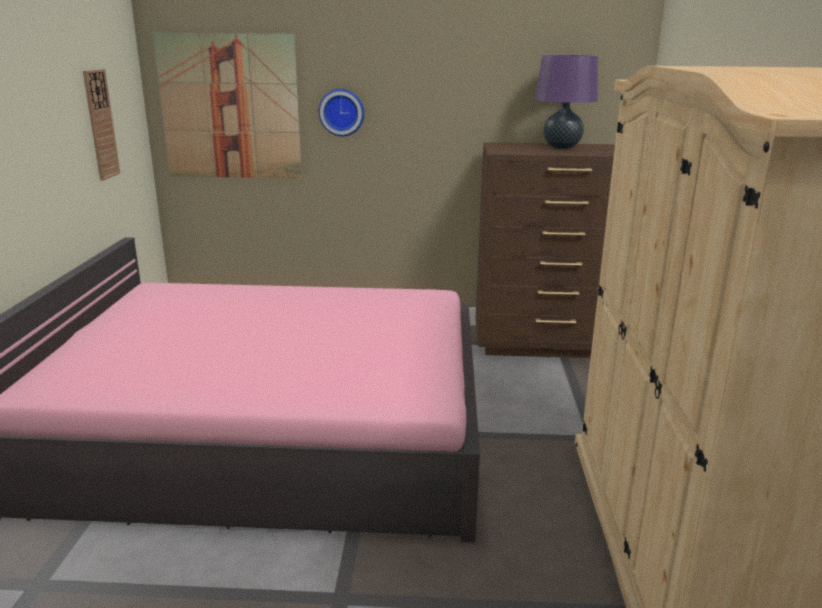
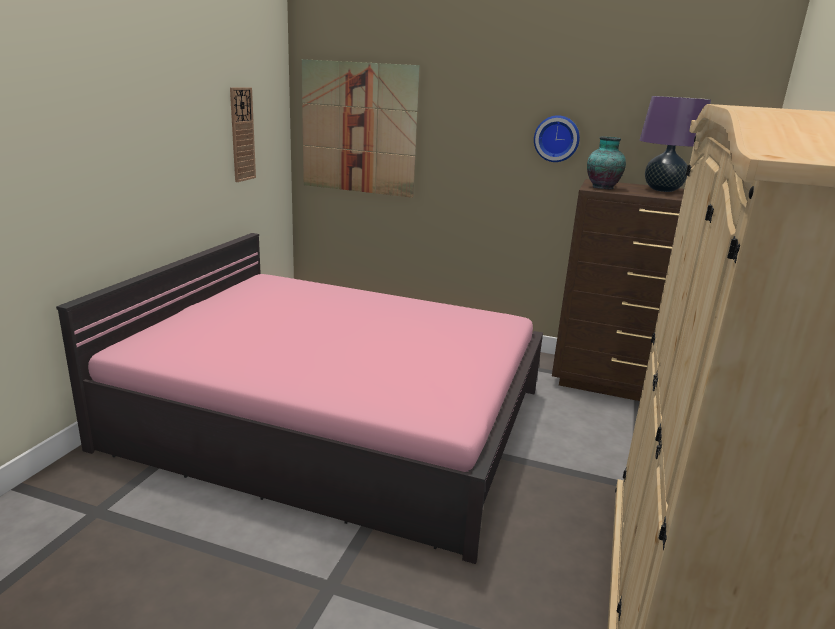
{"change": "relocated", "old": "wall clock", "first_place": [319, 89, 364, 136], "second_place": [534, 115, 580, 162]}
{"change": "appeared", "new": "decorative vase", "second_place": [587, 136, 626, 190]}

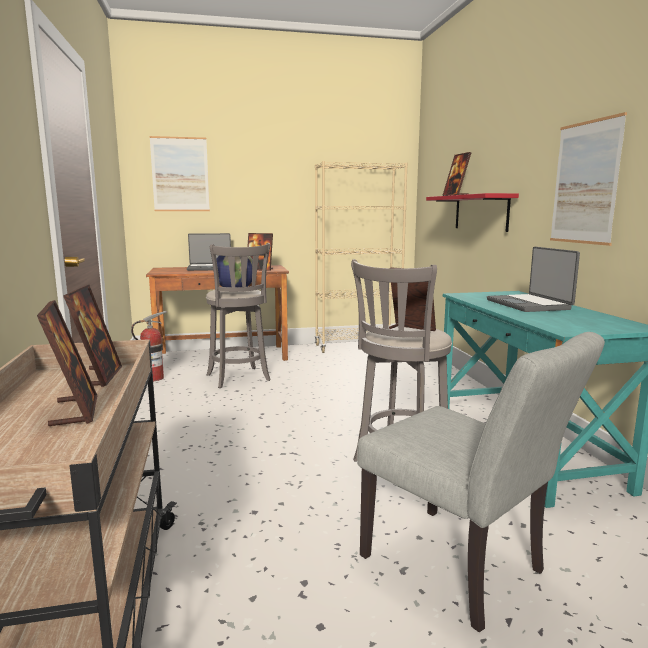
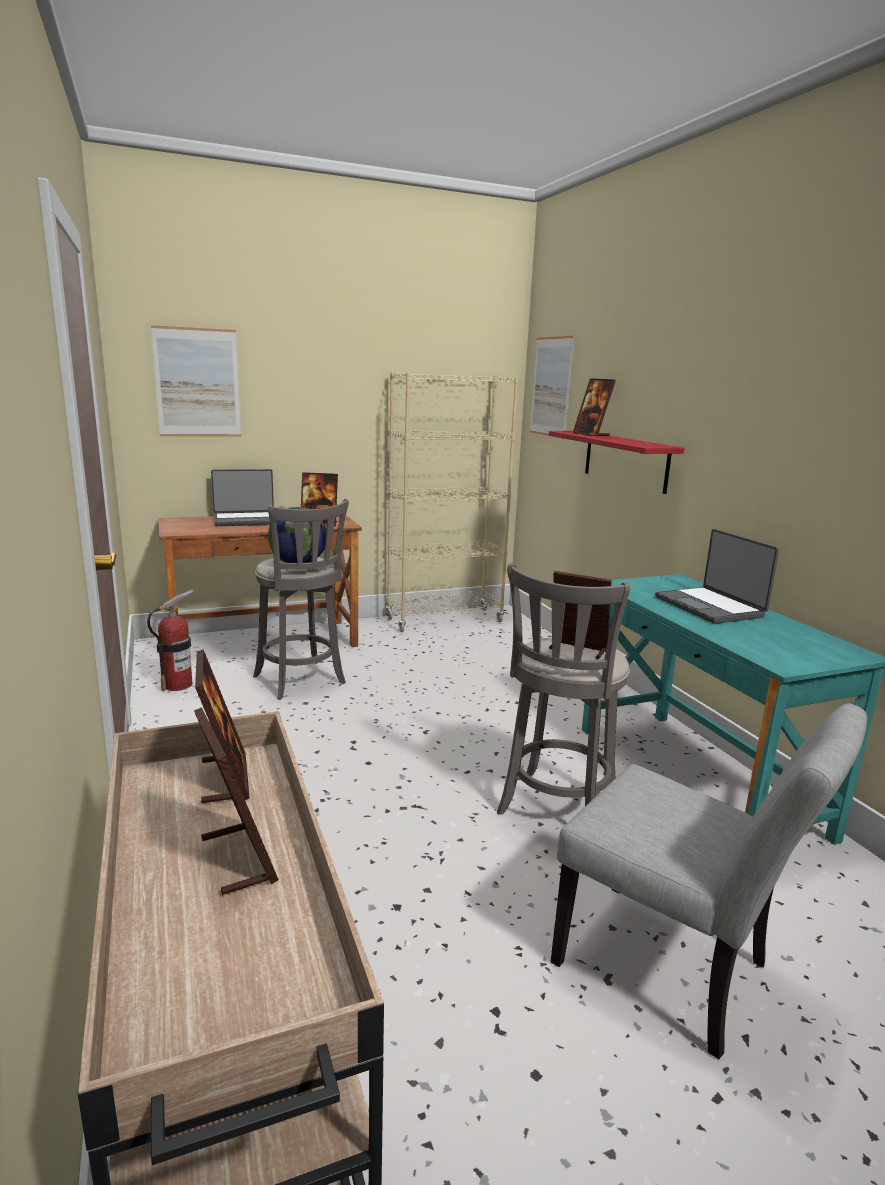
{"change": "relocated", "old": "wall picture", "first_place": [550, 112, 627, 246], "second_place": [530, 336, 575, 438]}

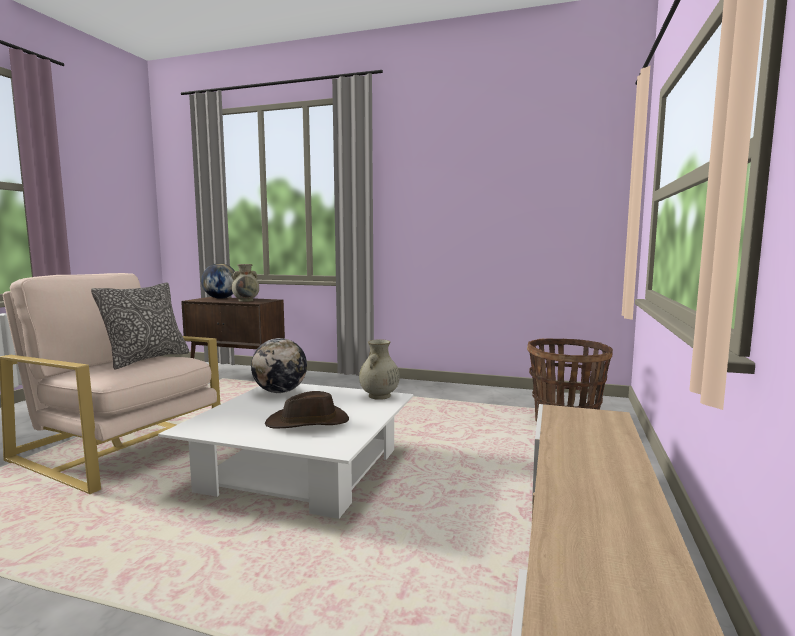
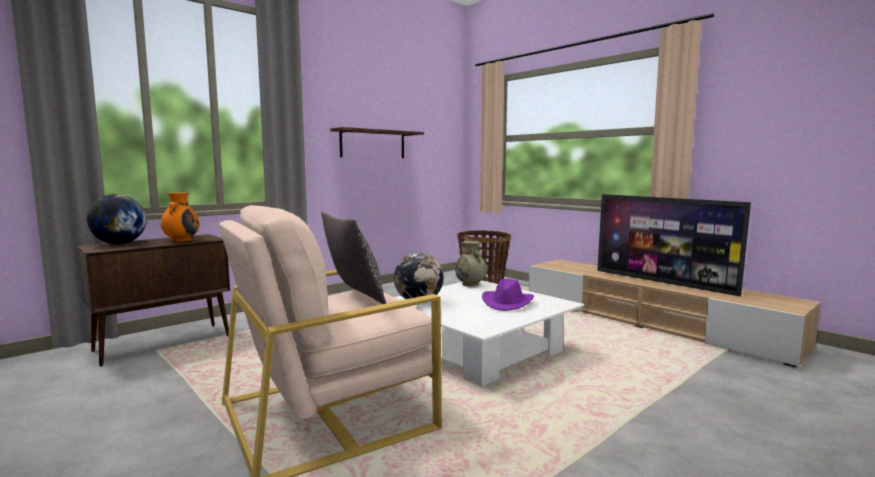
{"change": "colour", "old": "decorative vase in sand-coloured", "new": "decorative vase in orange-coloured", "first_place": [232, 264, 259, 302], "second_place": [161, 193, 199, 242]}
{"change": "appeared", "new": "shelf", "second_place": [330, 127, 424, 158]}
{"change": "colour", "old": "wearable hat in brown", "new": "wearable hat in purple-coloured", "first_place": [265, 391, 349, 428], "second_place": [482, 279, 534, 311]}
{"change": "appeared", "new": "television", "second_place": [597, 194, 751, 297]}

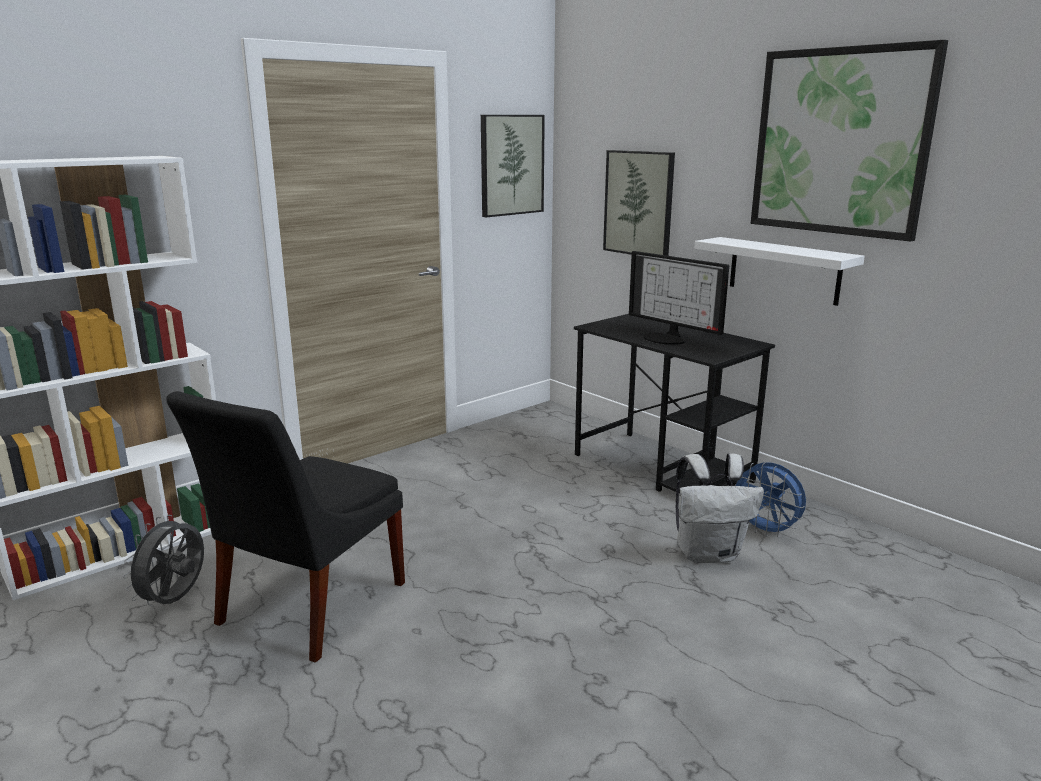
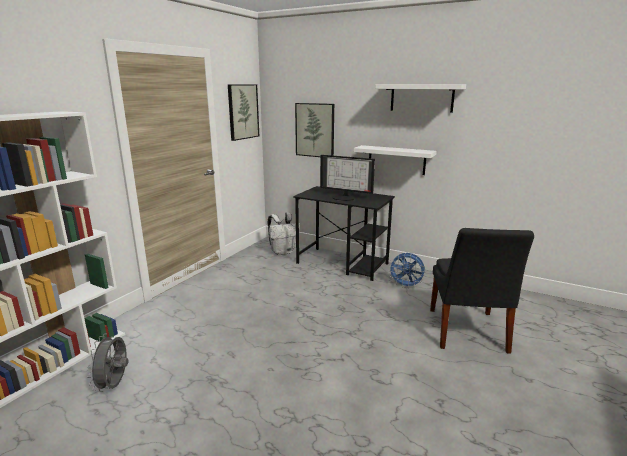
{"change": "relocated", "old": "backpack in whitish", "first_place": [676, 453, 764, 563], "second_place": [268, 212, 300, 255]}
{"change": "exchanged", "old": "wall picture", "new": "shelf in whitish", "first_place": [751, 40, 948, 242], "second_place": [375, 84, 466, 113]}
{"change": "relocated", "old": "upright chair in black-coloured", "first_place": [166, 391, 405, 662], "second_place": [430, 228, 534, 354]}

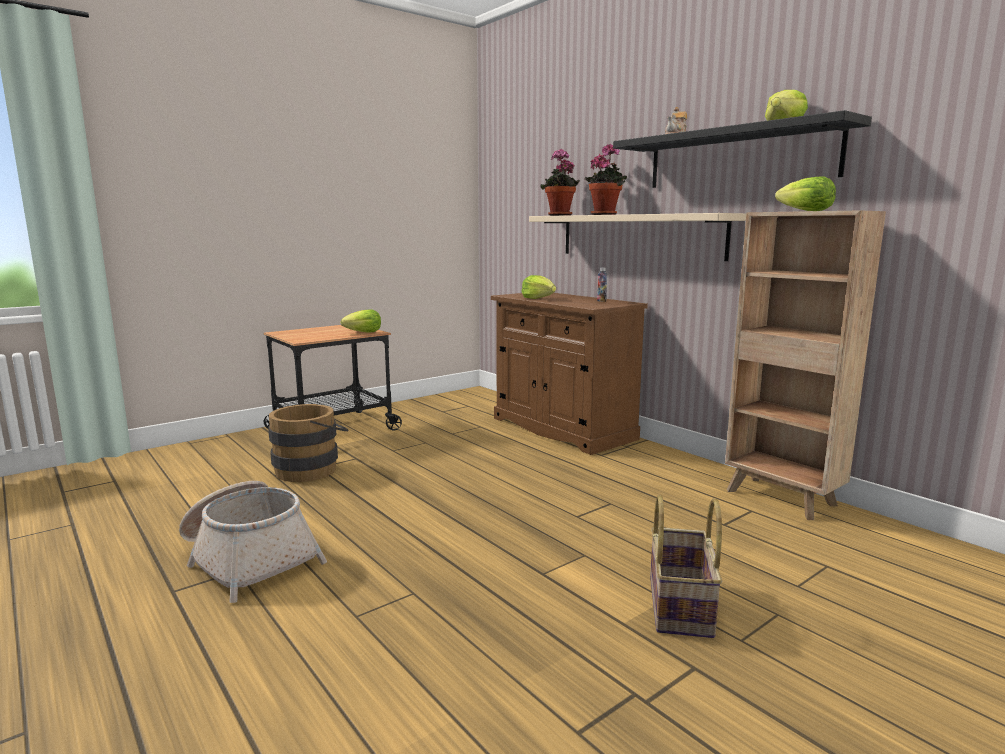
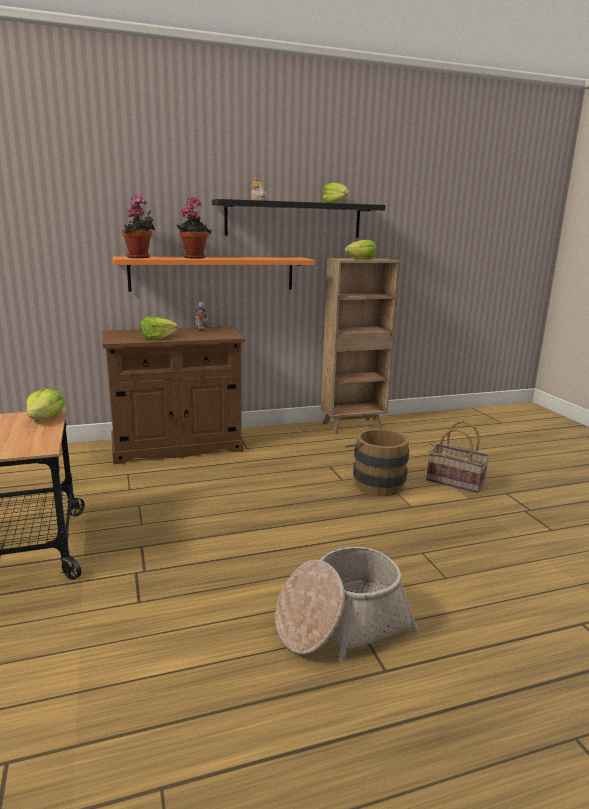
{"change": "colour", "old": "shelf in sand-coloured", "new": "shelf in orange-coloured", "first_place": [529, 213, 746, 261], "second_place": [113, 256, 315, 292]}
{"change": "relocated", "old": "bucket in brown", "first_place": [268, 404, 349, 482], "second_place": [345, 429, 409, 496]}

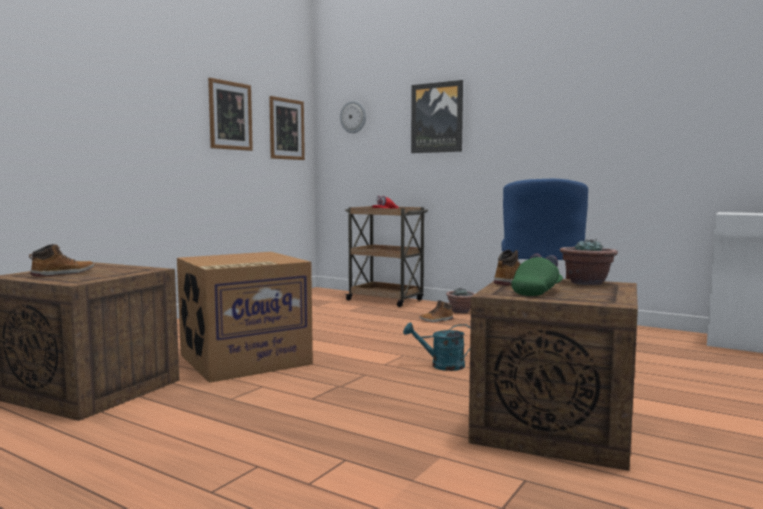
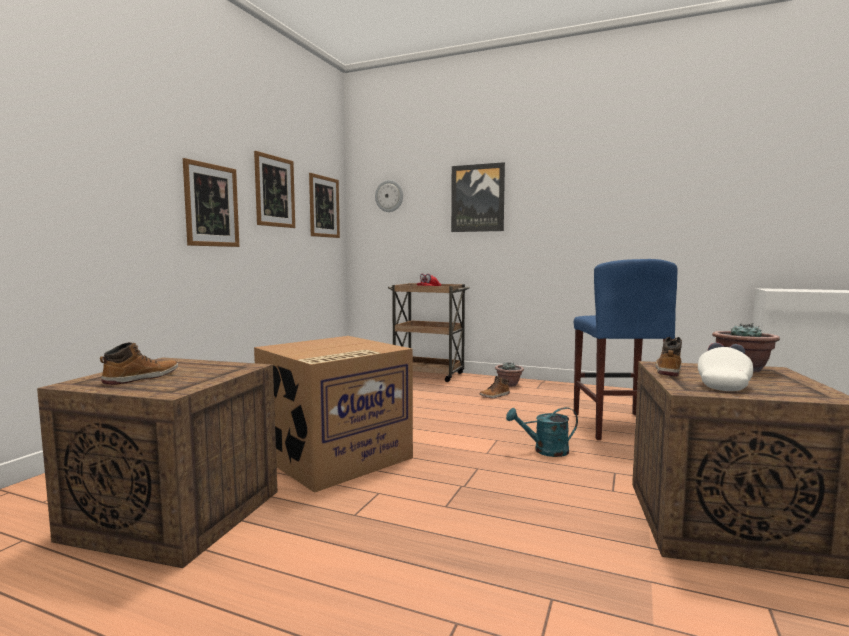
{"change": "appeared", "new": "wall picture", "second_place": [183, 158, 239, 247]}
{"change": "colour", "old": "cap in greenish", "new": "cap in whitish", "first_place": [511, 254, 563, 296], "second_place": [698, 343, 753, 391]}

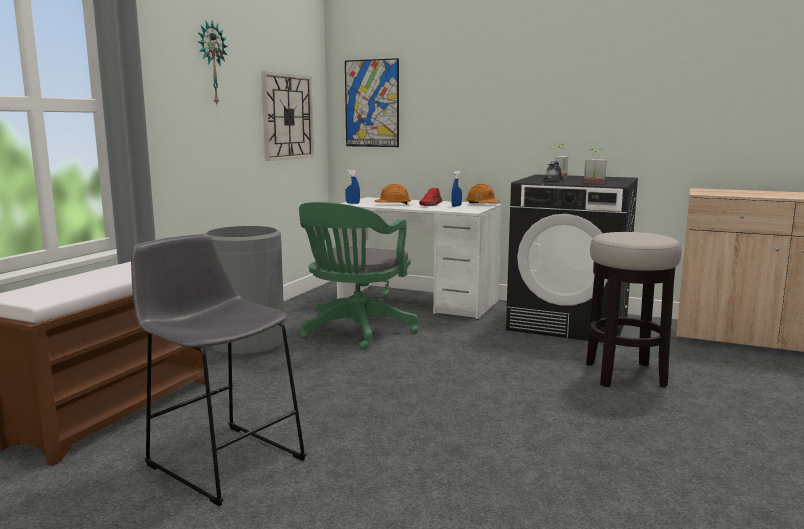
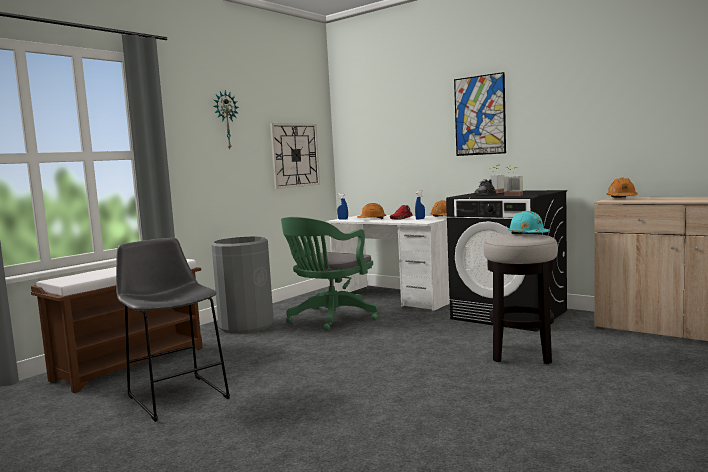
{"change": "relocated", "old": "wall picture", "first_place": [345, 58, 399, 147], "second_place": [454, 72, 506, 156]}
{"change": "appeared", "new": "safety helmet in blue-green", "second_place": [508, 211, 550, 234]}
{"change": "appeared", "new": "safety helmet in orange-coloured", "second_place": [606, 177, 637, 198]}

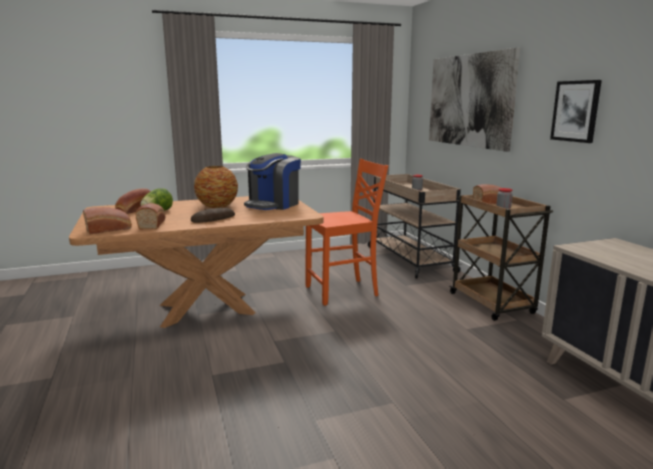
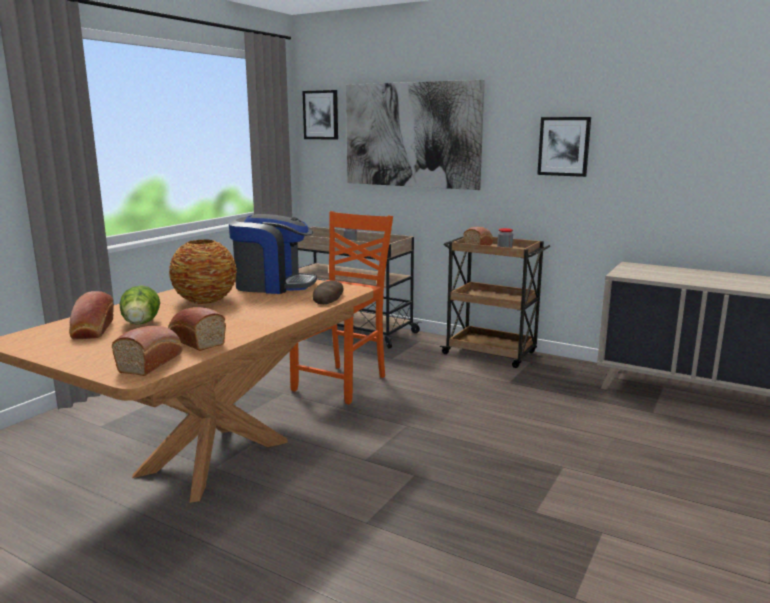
{"change": "spun", "old": "coffee brewer", "first_place": [244, 153, 301, 210], "second_place": [229, 214, 317, 294], "degrees": -75}
{"change": "appeared", "new": "wall picture", "second_place": [302, 90, 338, 140]}
{"change": "relocated", "old": "bakery bread", "first_place": [191, 208, 235, 223], "second_place": [312, 280, 344, 304]}

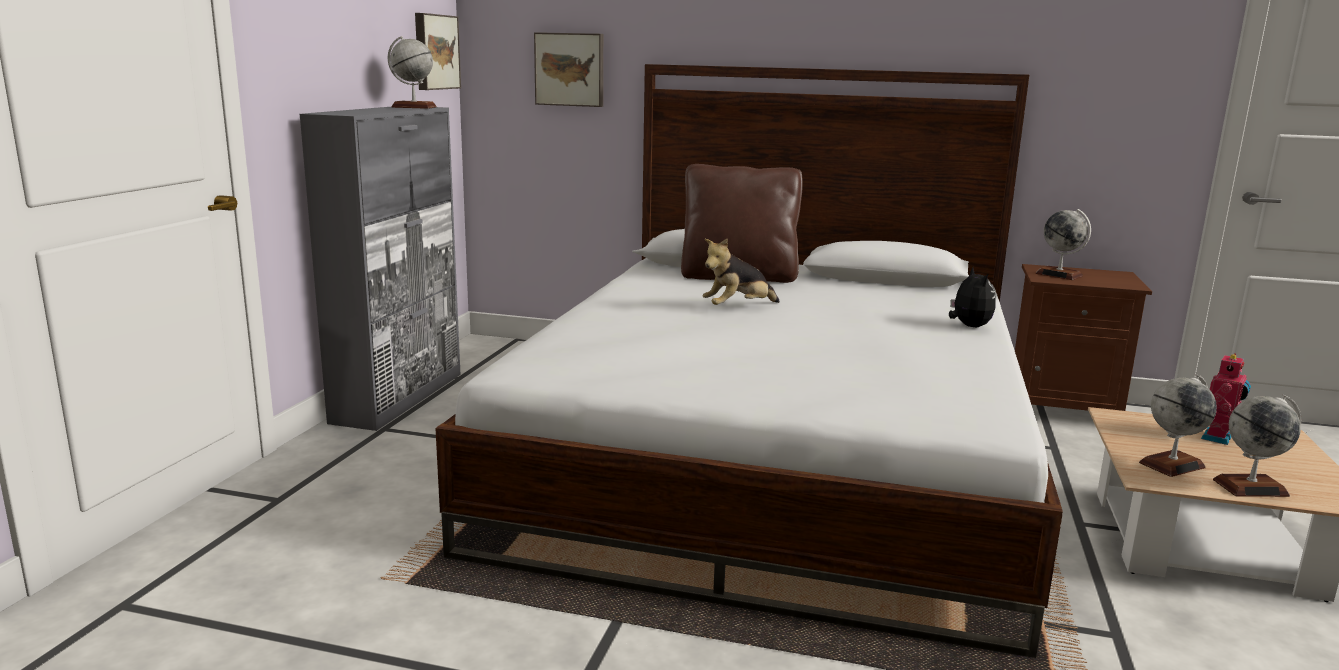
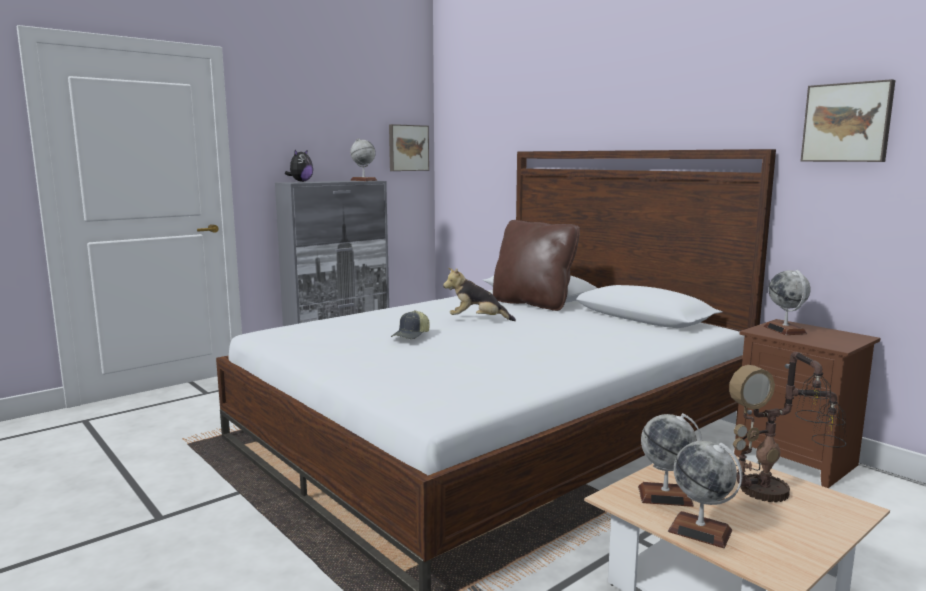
{"change": "relocated", "old": "soft toy", "first_place": [949, 267, 996, 327], "second_place": [285, 149, 313, 182]}
{"change": "appeared", "new": "cap", "second_place": [391, 310, 429, 339]}
{"change": "exchanged", "old": "robot figure", "new": "tabletop lamp", "first_place": [1201, 353, 1251, 445], "second_place": [718, 352, 846, 502]}
{"change": "relocated", "old": "wall picture", "first_place": [534, 32, 603, 107], "second_place": [801, 79, 895, 162]}

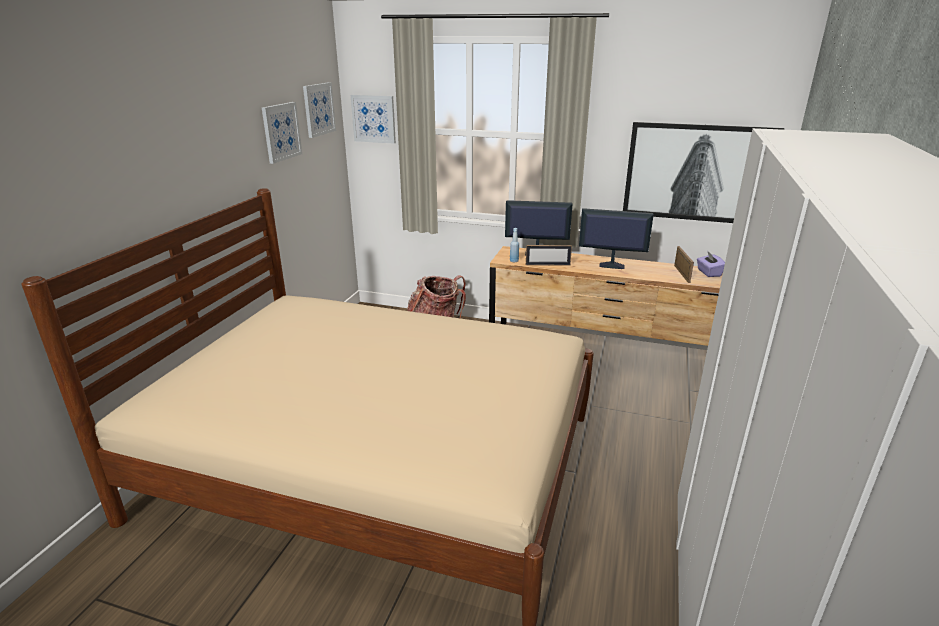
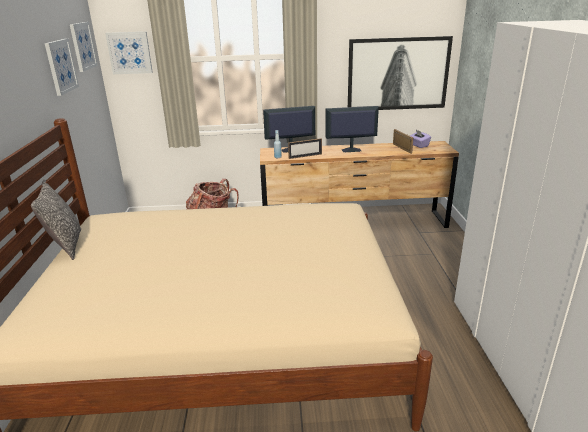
{"change": "appeared", "new": "throw pillow", "second_place": [31, 179, 81, 260]}

